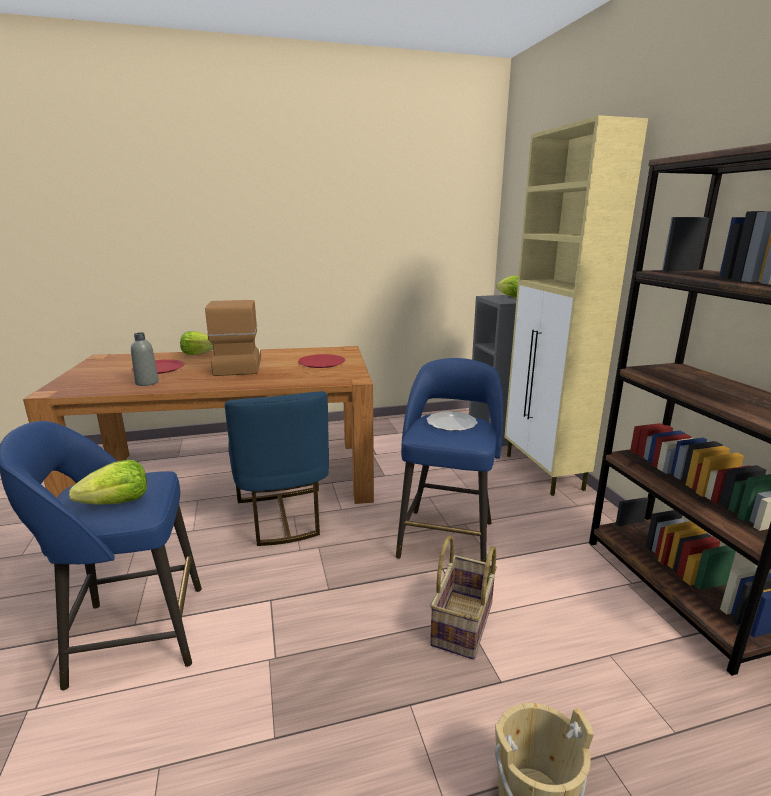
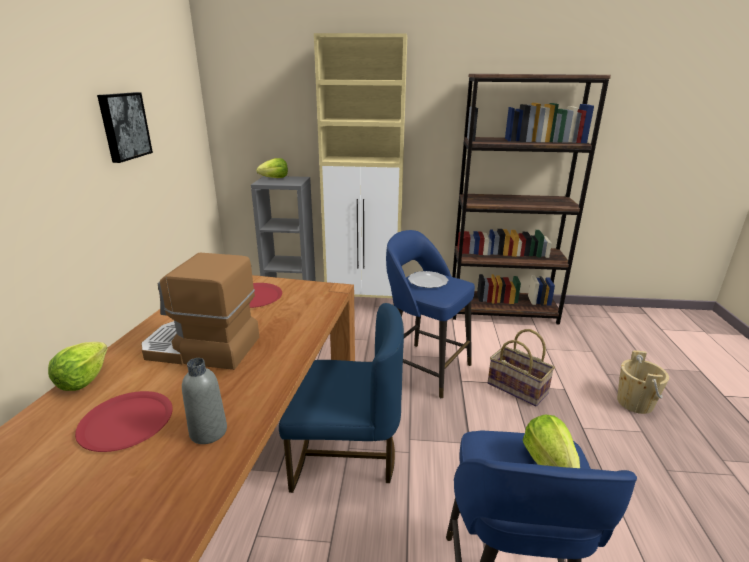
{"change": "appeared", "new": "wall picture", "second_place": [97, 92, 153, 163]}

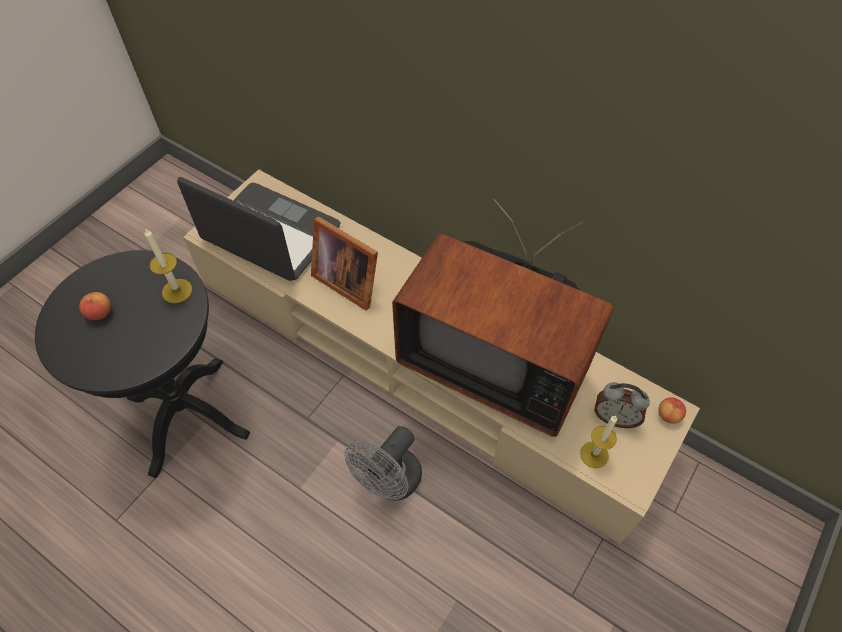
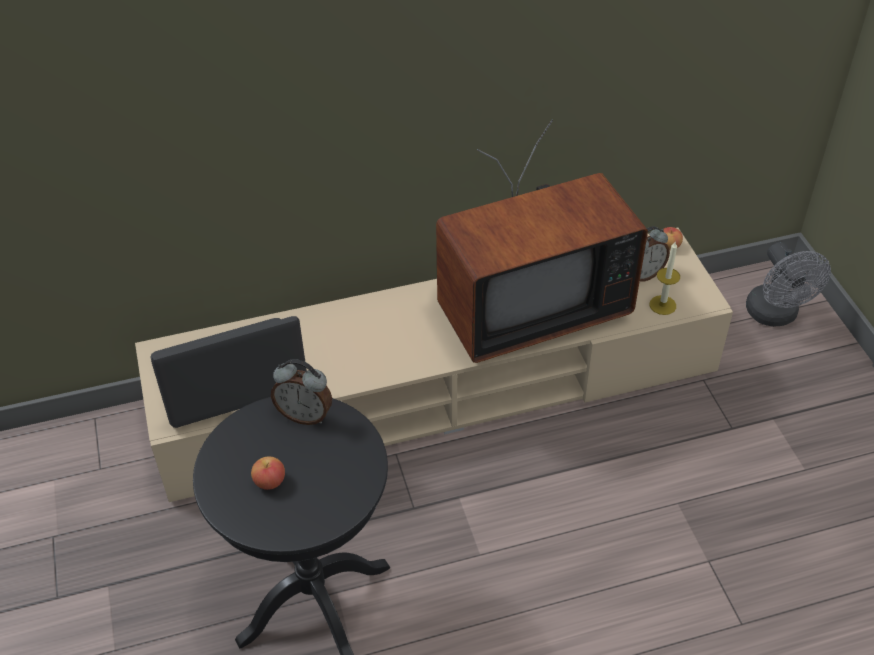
{"change": "exchanged", "old": "candle", "new": "table clock", "first_place": [145, 228, 192, 303], "second_place": [271, 359, 332, 425]}
{"change": "relocated", "old": "fan in greyish", "first_place": [344, 426, 422, 500], "second_place": [746, 242, 831, 327]}
{"change": "missing", "old": "picture frame", "first_place": [311, 216, 378, 311]}

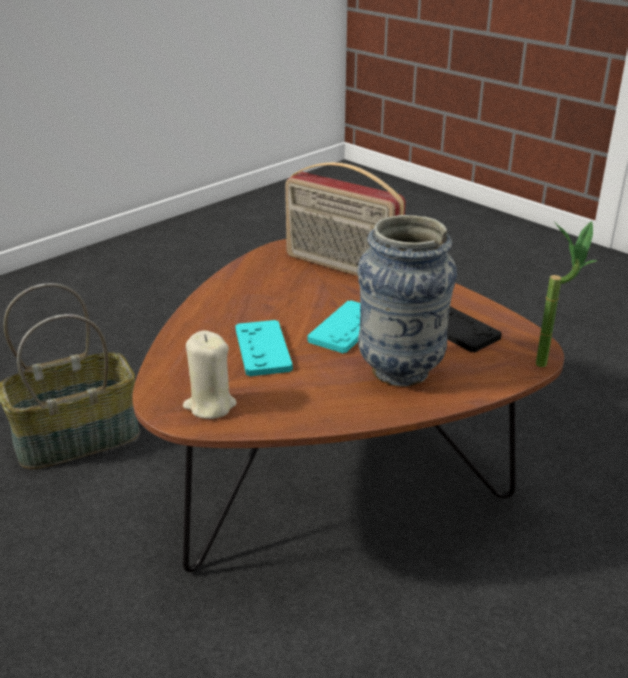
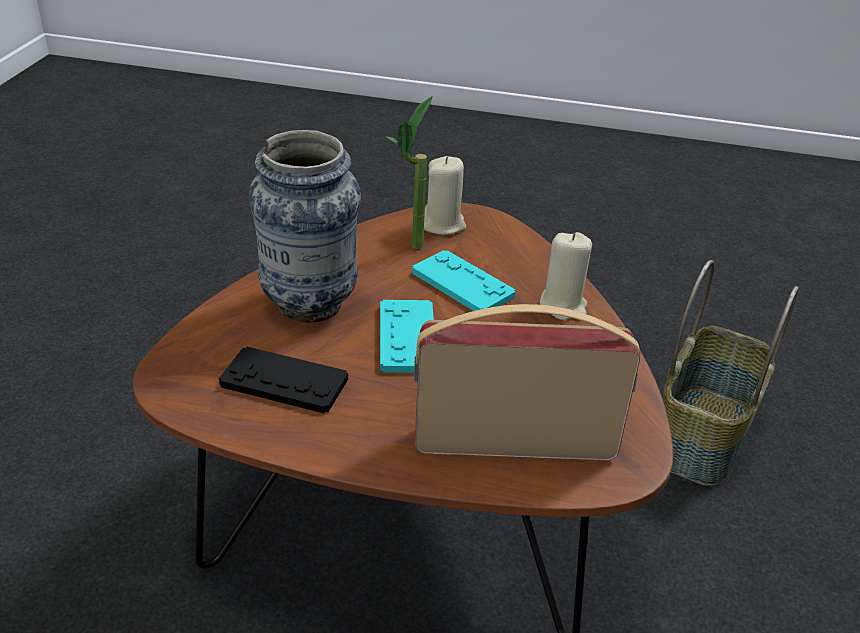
{"change": "relocated", "old": "potted plant", "first_place": [536, 221, 598, 367], "second_place": [385, 96, 433, 249]}
{"change": "appeared", "new": "candle in sand-coloured", "second_place": [540, 232, 592, 320]}

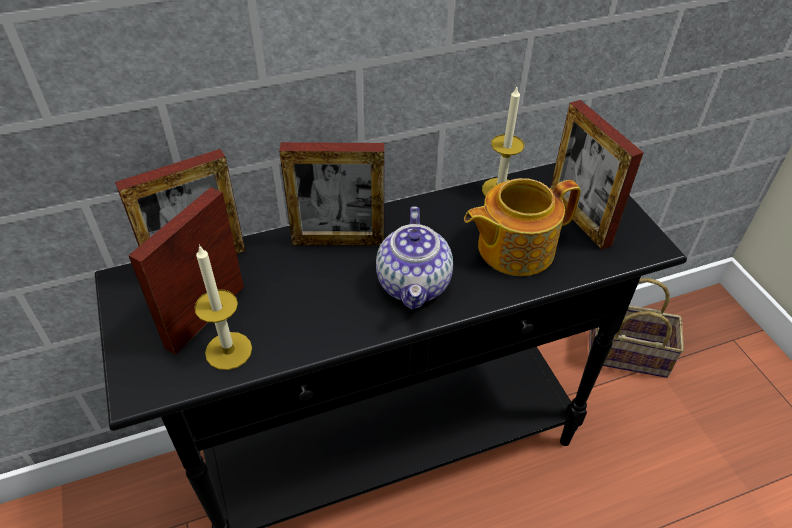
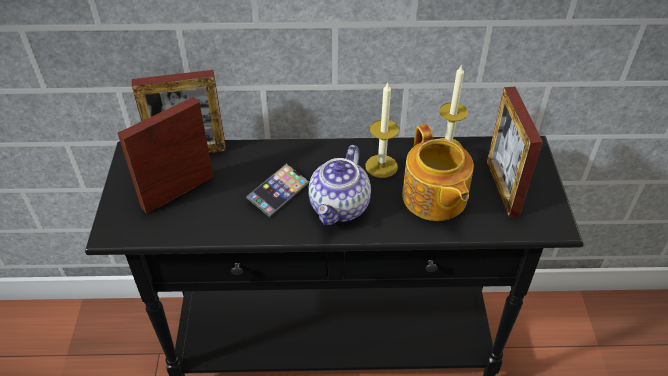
{"change": "appeared", "new": "handset", "second_place": [246, 164, 309, 217]}
{"change": "relocated", "old": "candle", "first_place": [194, 245, 252, 370], "second_place": [365, 82, 399, 178]}
{"change": "spun", "old": "tea pot", "first_place": [464, 178, 581, 276], "second_place": [402, 124, 474, 221], "degrees": -105}
{"change": "missing", "old": "picture frame", "first_place": [279, 142, 384, 246]}
{"change": "missing", "old": "storage basket", "first_place": [589, 278, 684, 378]}

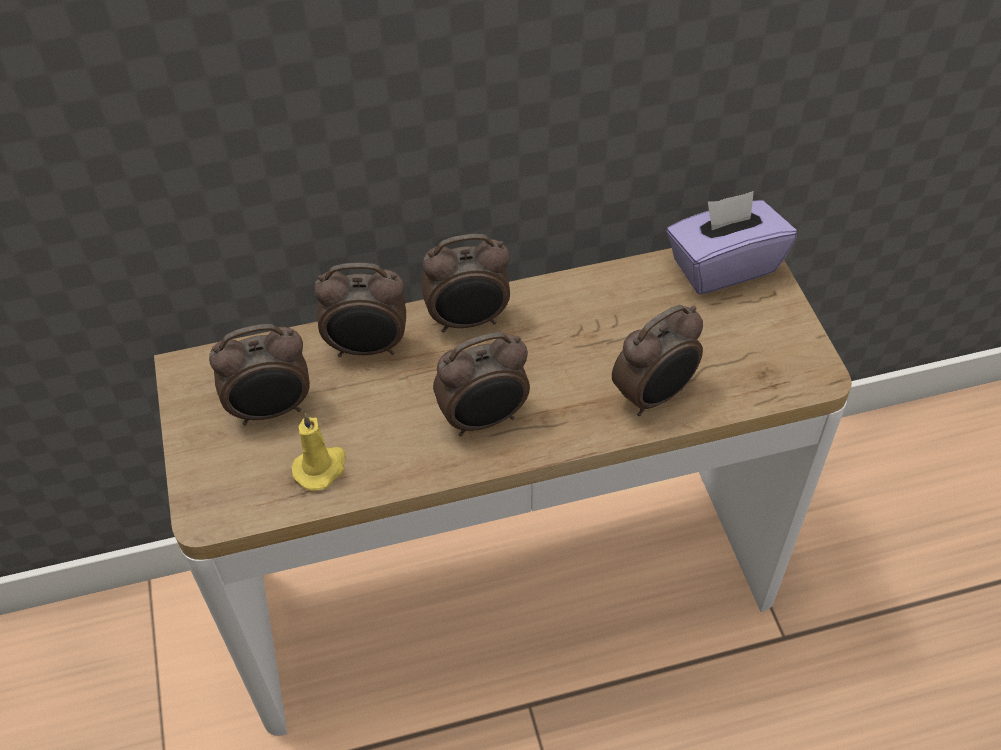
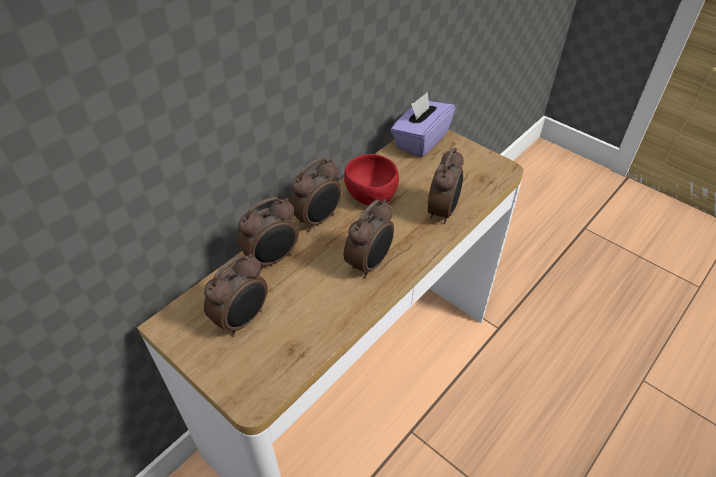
{"change": "appeared", "new": "deep dish in reddish", "second_place": [344, 154, 399, 205]}
{"change": "missing", "old": "candle in yellow", "first_place": [292, 413, 346, 491]}

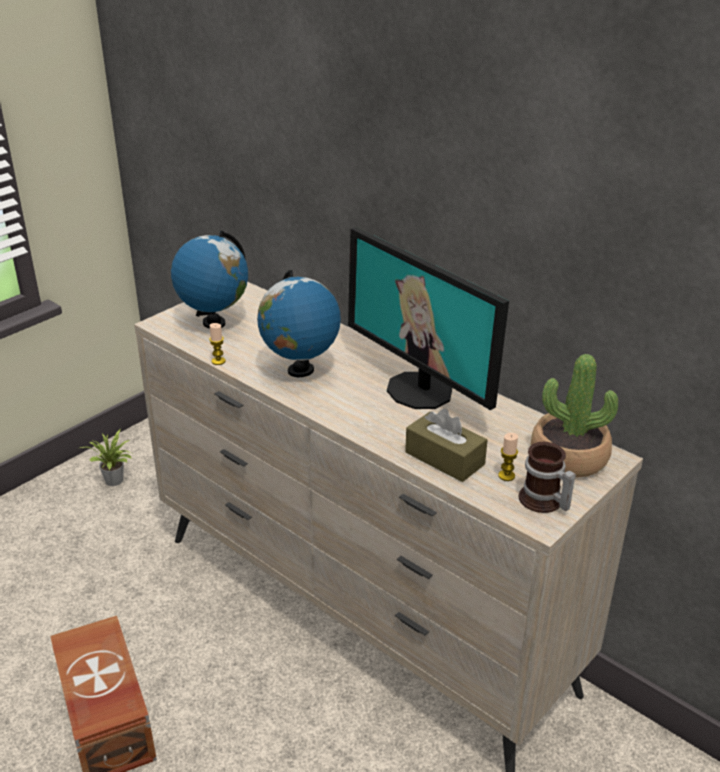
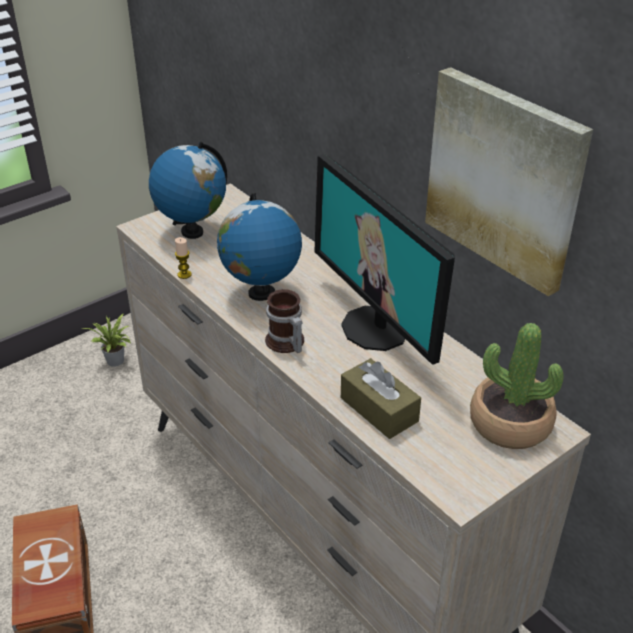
{"change": "relocated", "old": "coffee mug", "first_place": [519, 442, 576, 513], "second_place": [265, 289, 304, 353]}
{"change": "appeared", "new": "wall picture", "second_place": [425, 67, 593, 296]}
{"change": "missing", "old": "candle", "first_place": [498, 433, 518, 481]}

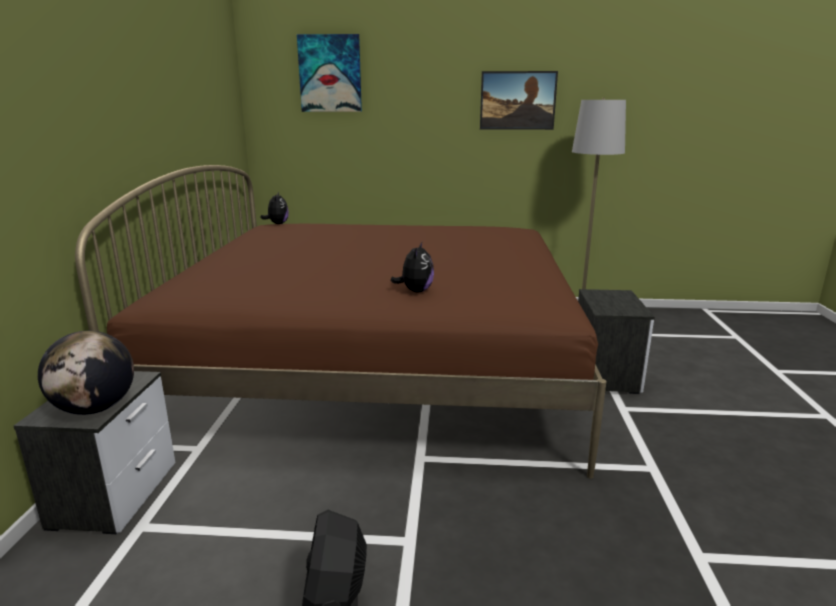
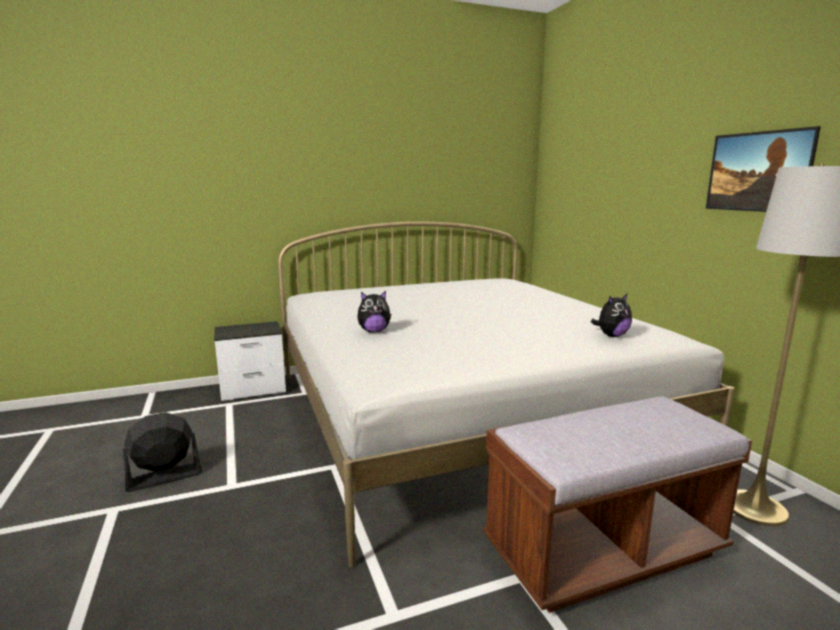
{"change": "colour", "old": "bed in brown", "new": "bed in whitish", "first_place": [75, 165, 606, 479], "second_place": [278, 221, 735, 568]}
{"change": "exchanged", "old": "nightstand", "new": "bench in brown", "first_place": [578, 289, 655, 394], "second_place": [483, 396, 752, 613]}
{"change": "relocated", "old": "soft toy", "first_place": [261, 192, 289, 224], "second_place": [591, 293, 632, 337]}
{"change": "missing", "old": "desk globe", "first_place": [38, 331, 134, 415]}
{"change": "missing", "old": "wall picture", "first_place": [297, 34, 362, 112]}

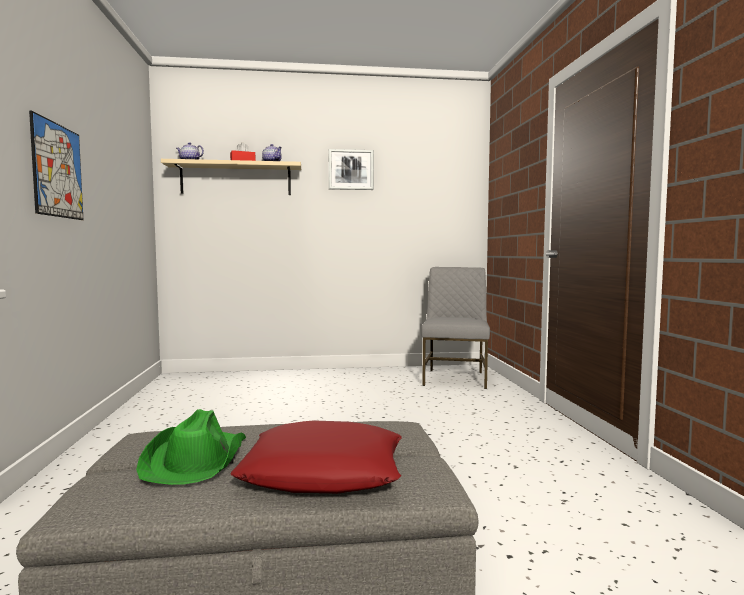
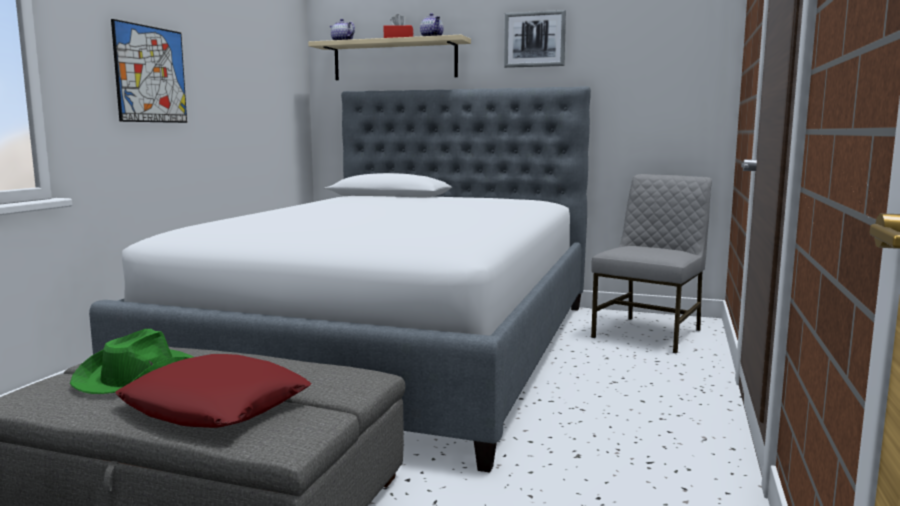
{"change": "appeared", "new": "bed", "second_place": [89, 86, 591, 473]}

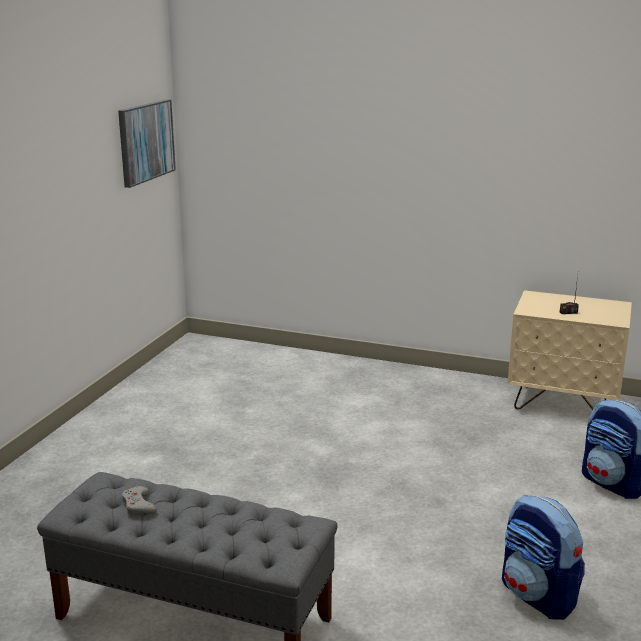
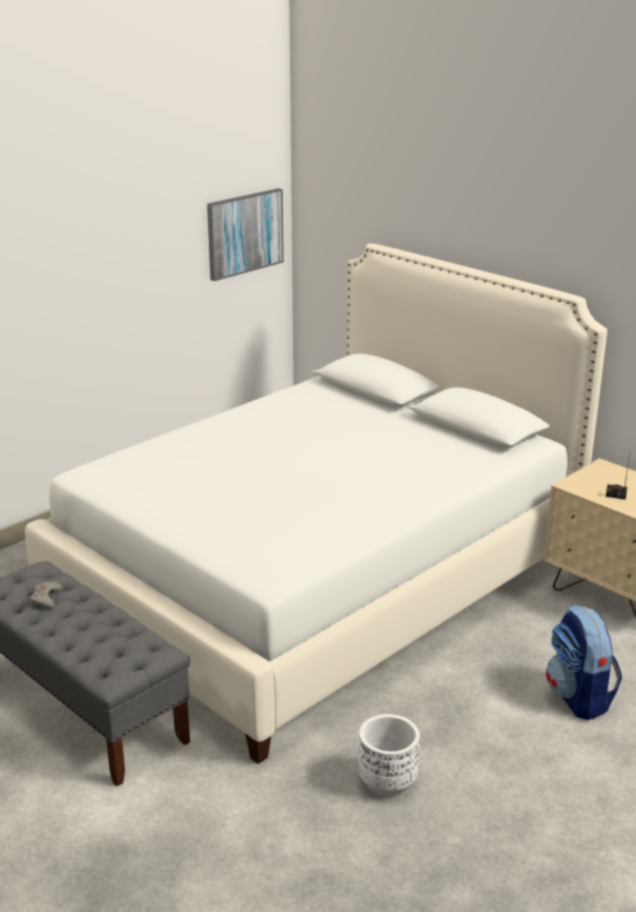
{"change": "appeared", "new": "bed in whitish", "second_place": [25, 243, 607, 764]}
{"change": "exchanged", "old": "backpack", "new": "planter in whitish", "first_place": [502, 495, 585, 620], "second_place": [358, 714, 420, 797]}

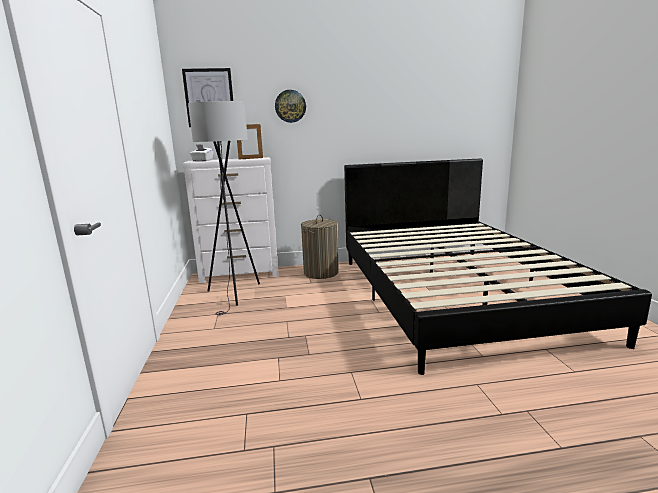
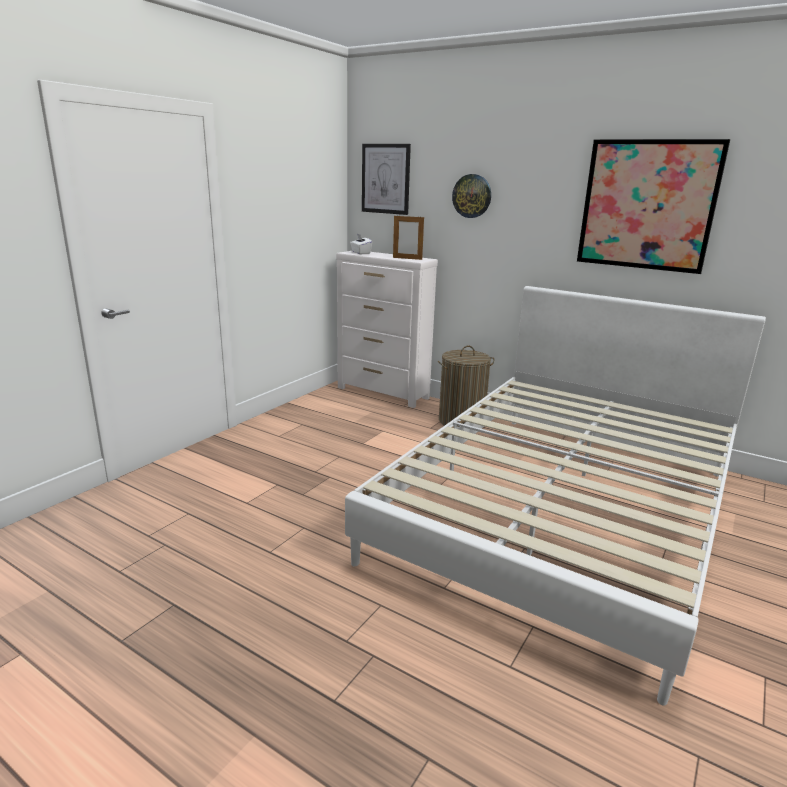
{"change": "colour", "old": "bed in black-coloured", "new": "bed in whitish", "first_place": [344, 158, 652, 375], "second_place": [345, 286, 766, 706]}
{"change": "appeared", "new": "wall picture", "second_place": [577, 139, 730, 274]}
{"change": "missing", "old": "standing lamp in greyish", "first_place": [188, 101, 260, 315]}

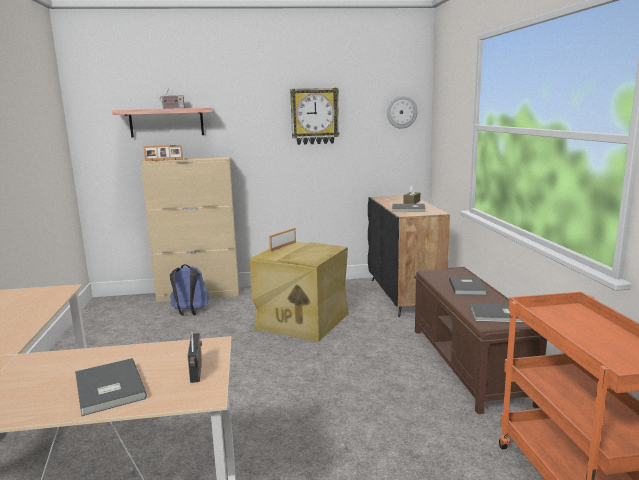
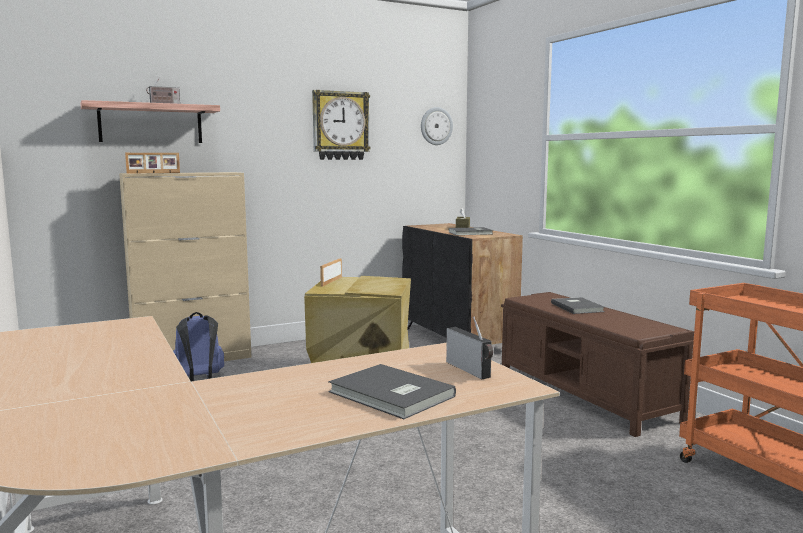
{"change": "missing", "old": "bound book in greyish", "first_place": [471, 303, 524, 323]}

